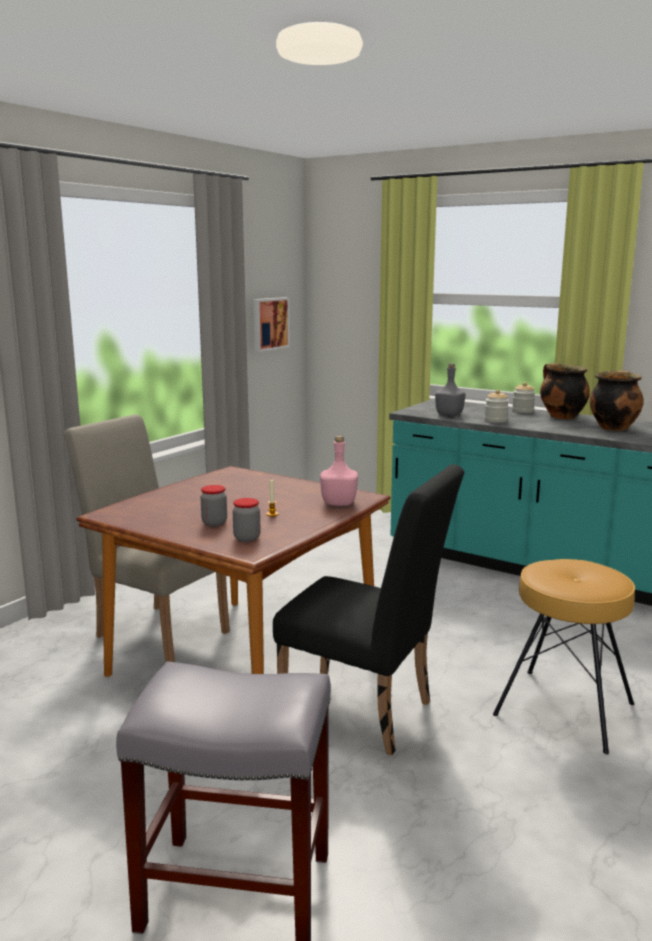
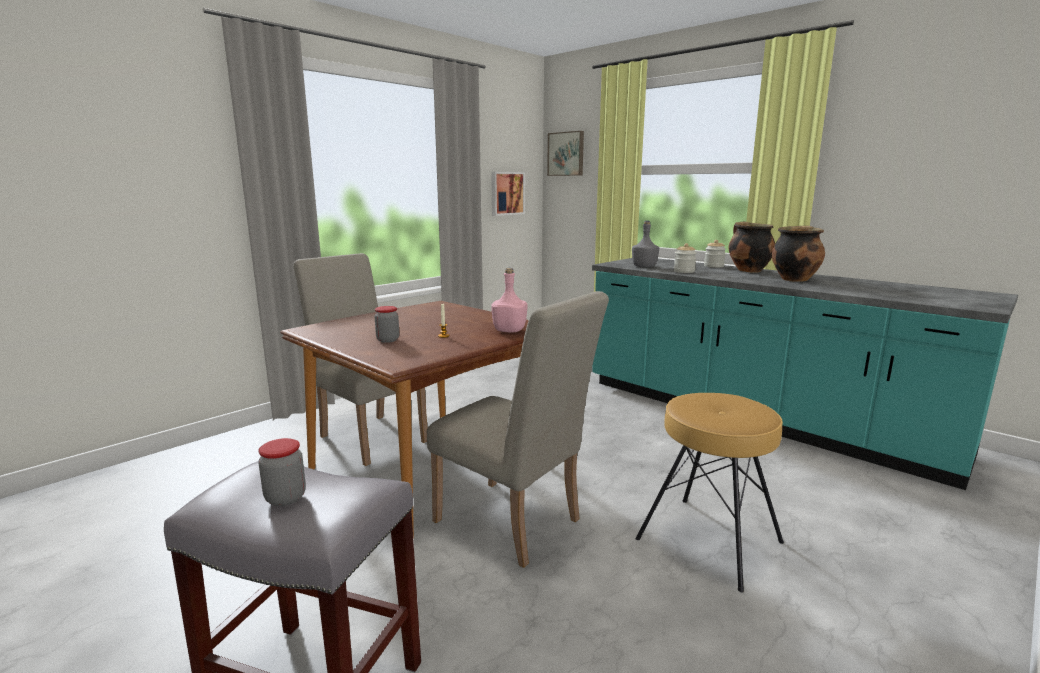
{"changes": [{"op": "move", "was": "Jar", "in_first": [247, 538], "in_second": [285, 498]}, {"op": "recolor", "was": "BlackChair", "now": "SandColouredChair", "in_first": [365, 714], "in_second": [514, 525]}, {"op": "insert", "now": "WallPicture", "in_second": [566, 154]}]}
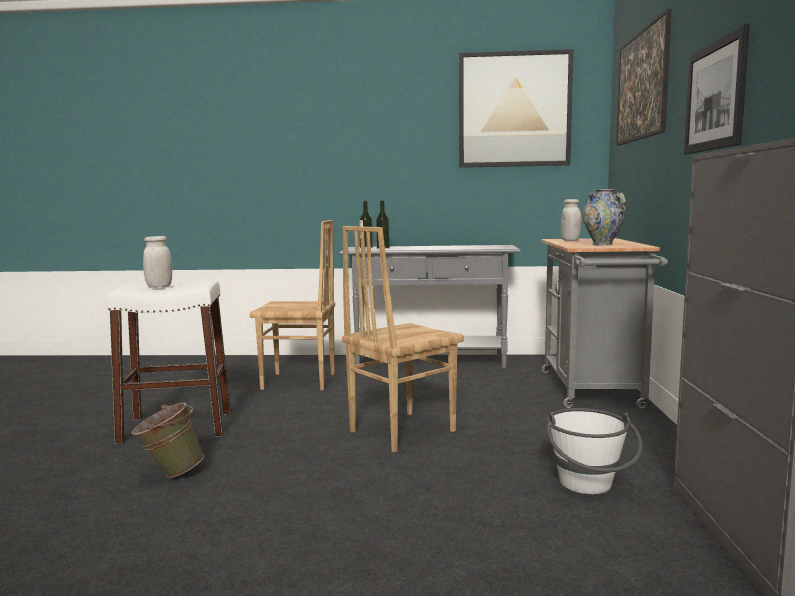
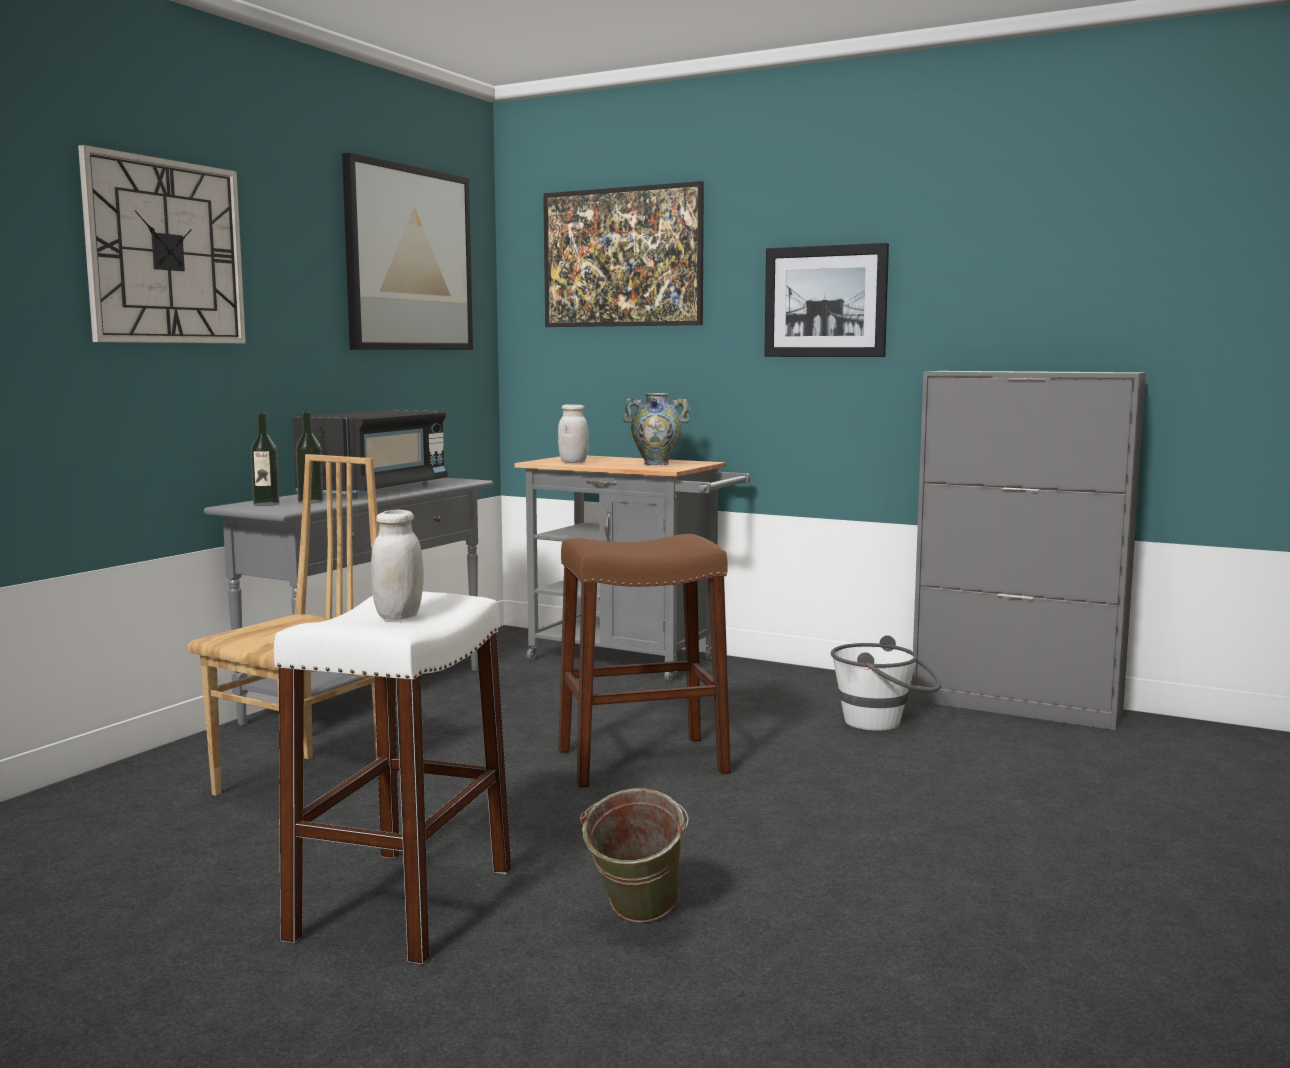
{"changes": [{"op": "insert", "now": "HangingClock", "in_second": [165, 252]}, {"op": "insert", "now": "BlackMicrowave", "in_second": [376, 490]}, {"op": "replace", "was": "BrownColouredChair", "now": "BrownColouredStool", "in_first": [400, 431], "in_second": [641, 761]}]}
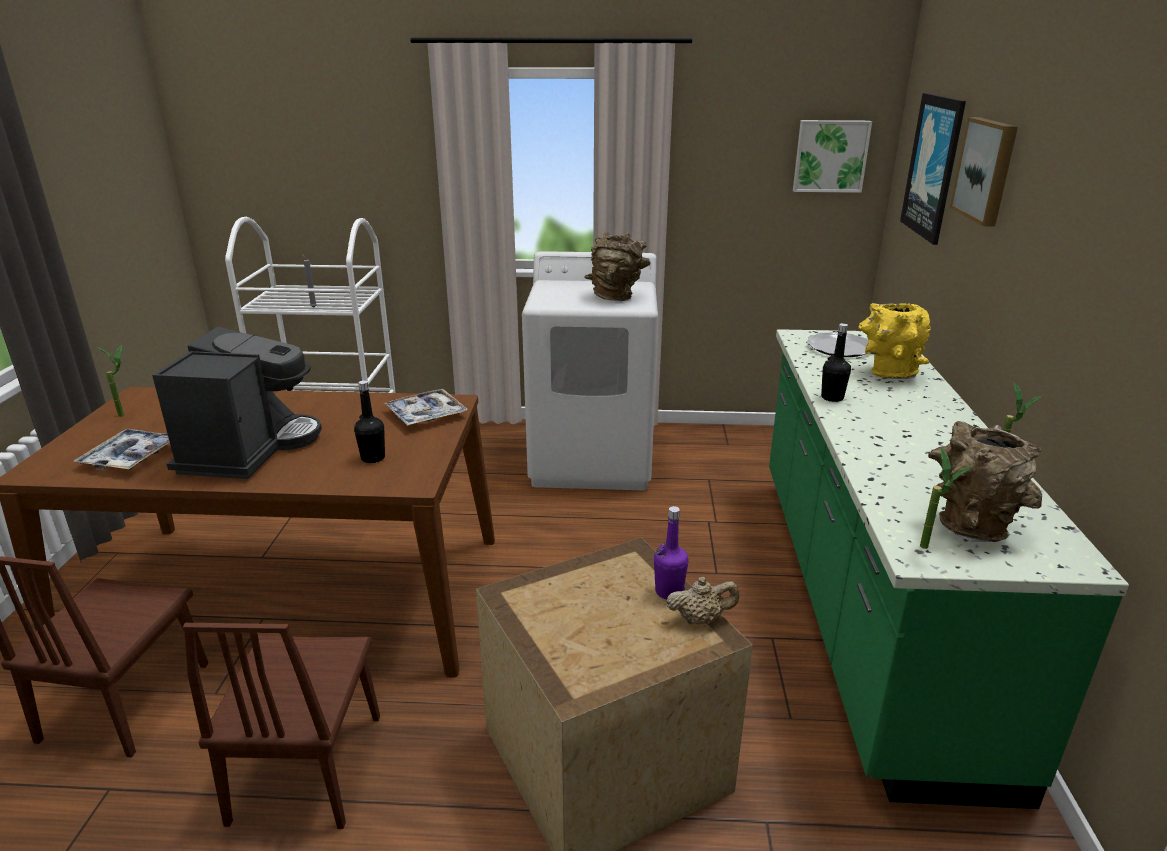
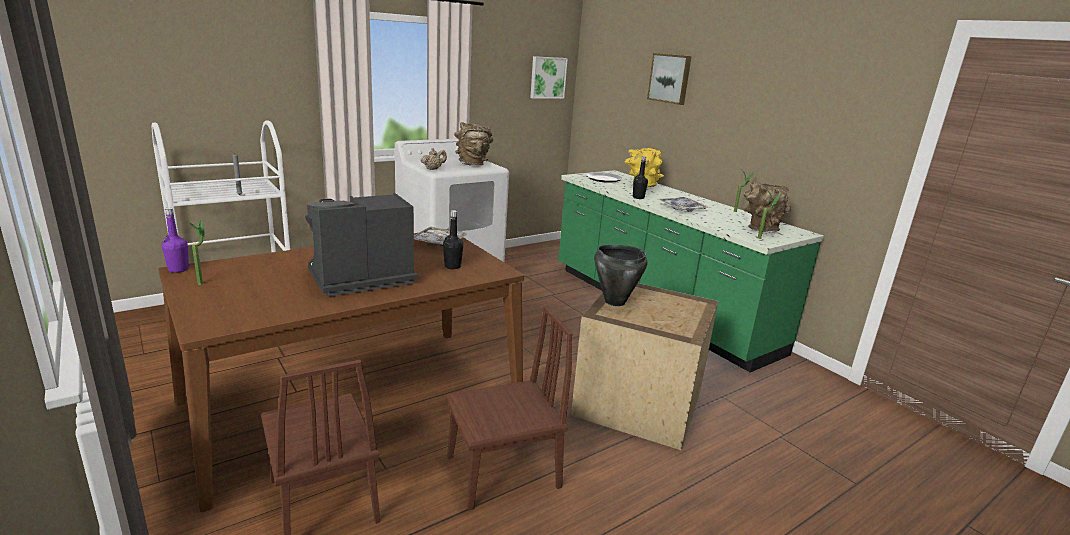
{"changes": [{"op": "move", "was": "PurpleColouredBeverageBottle", "in_first": [669, 592], "in_second": [178, 269]}, {"op": "rotate", "was": "CoffeeBrewer", "in_first": [249, 449], "in_second": [359, 279], "clockwise": -90}, {"op": "move", "was": "SandColouredPotForTea", "in_first": [700, 619], "in_second": [433, 169]}, {"op": "rotate", "was": "BrownColouredChair", "in_first": [307, 767], "in_second": [502, 472], "clockwise": -75}, {"op": "insert", "now": "BlackCookingPot", "in_second": [614, 301]}, {"op": "move", "was": "Tray", "in_first": [131, 457], "in_second": [681, 208]}, {"op": "delete", "was": "WallPicture", "in_first": [933, 167]}]}
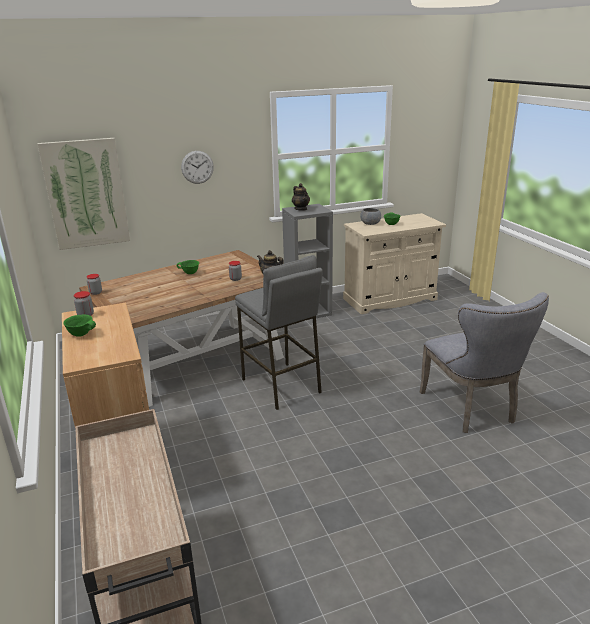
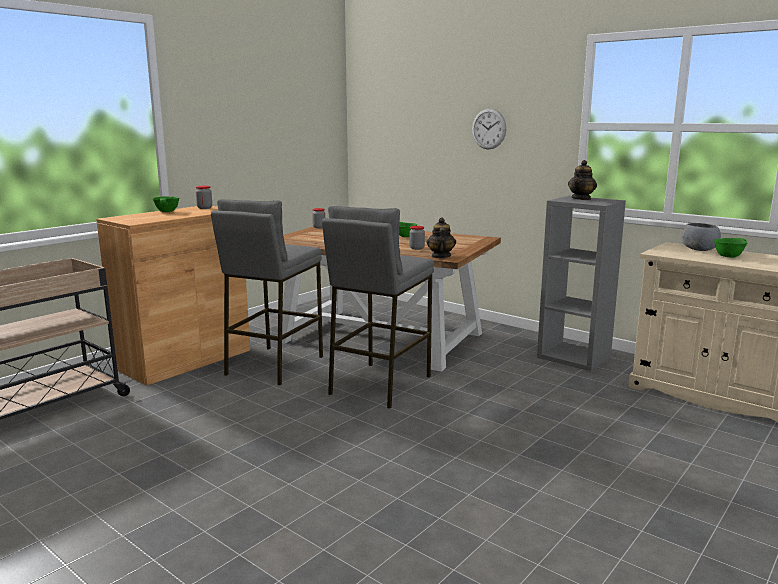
{"changes": [{"op": "insert", "now": "GreyStool", "in_second": [273, 365]}, {"op": "delete", "was": "WallPicture", "in_first": [86, 194]}, {"op": "delete", "was": "GreyChair", "in_first": [472, 409]}]}
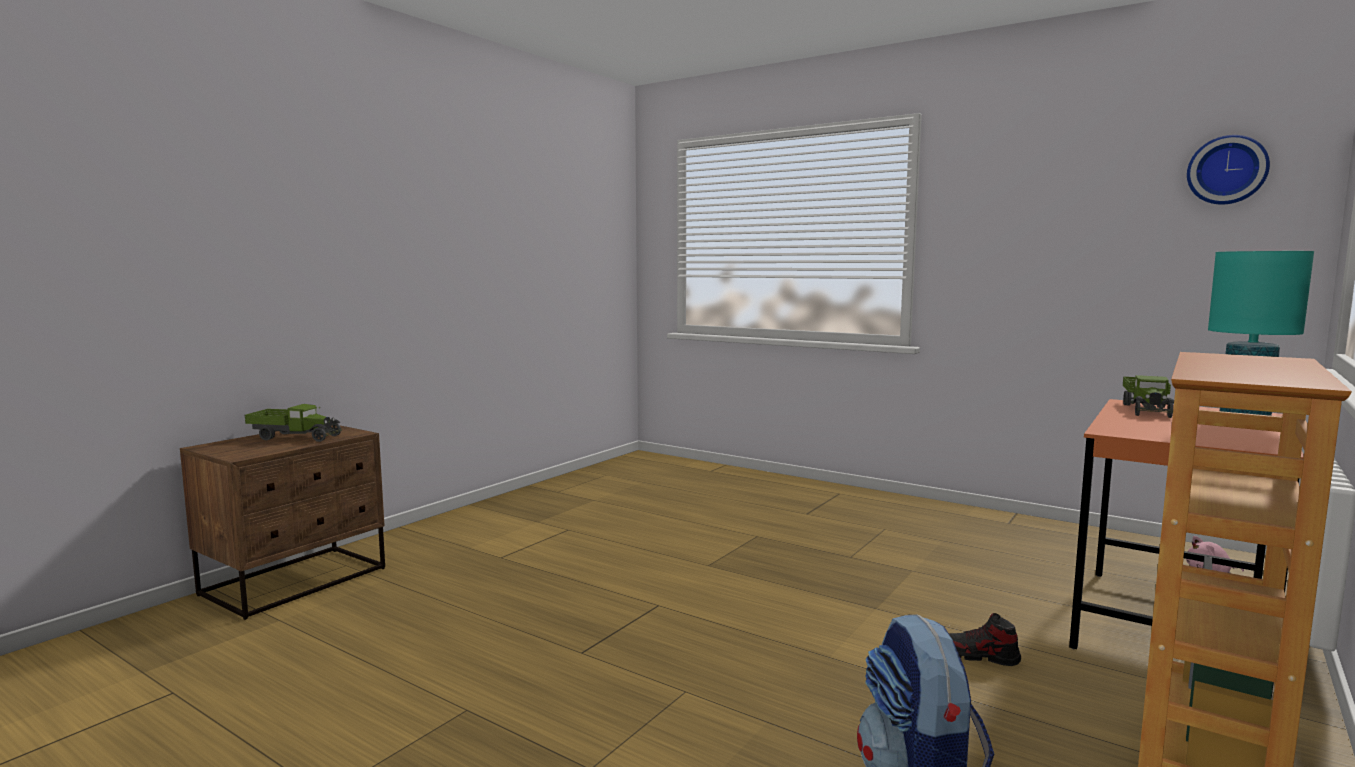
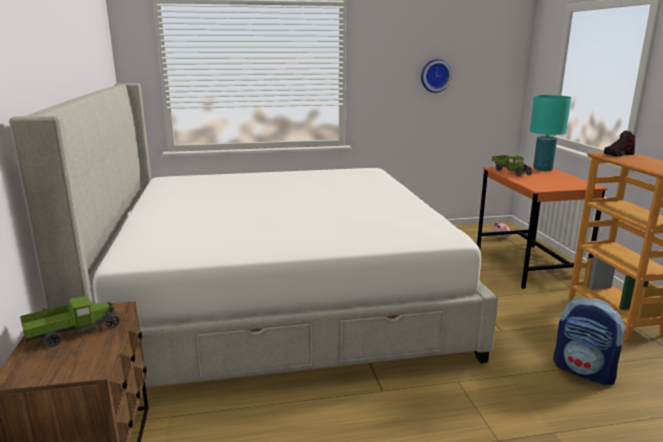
{"changes": [{"op": "insert", "now": "SleepingBed", "in_second": [277, 298]}, {"op": "move", "was": "HangingClock", "in_first": [1227, 170], "in_second": [435, 75]}, {"op": "move", "was": "Shoe", "in_first": [980, 656], "in_second": [618, 154]}]}
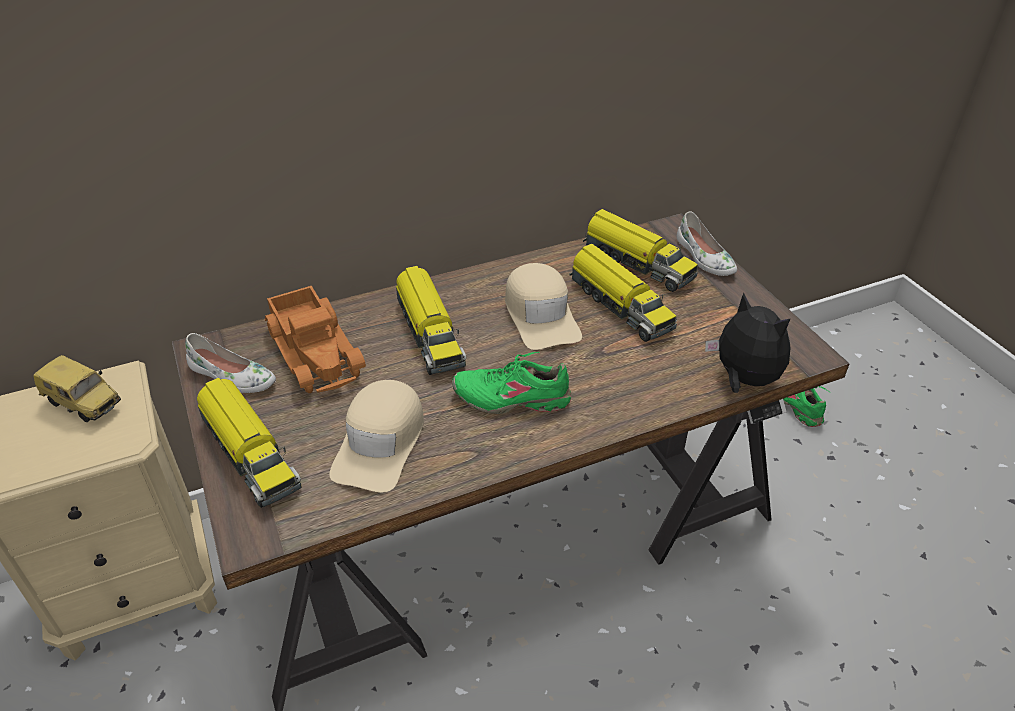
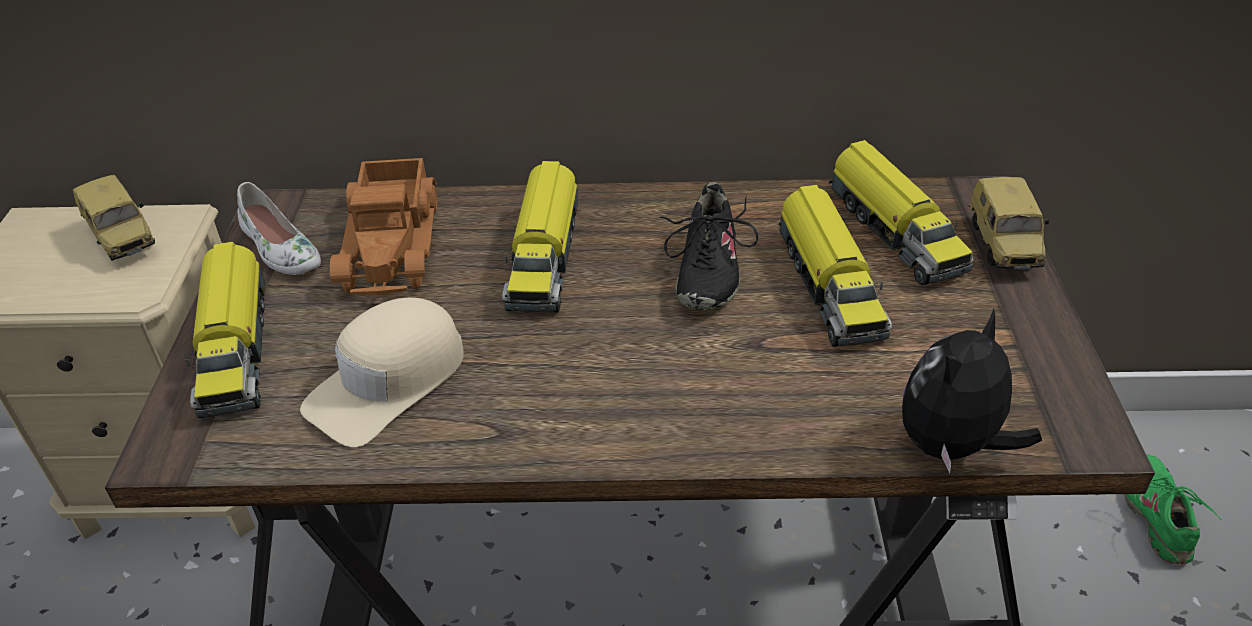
{"changes": [{"op": "replace", "was": "SandColouredPeakedCap", "now": "BlackShoe", "in_first": [541, 315], "in_second": [706, 270]}, {"op": "rotate", "was": "SoftToy", "in_first": [743, 379], "in_second": [952, 446], "clockwise": -120}, {"op": "replace", "was": "WhitishShoe", "now": "ModelCar", "in_first": [704, 257], "in_second": [1004, 247]}, {"op": "delete", "was": "GreenShoe", "in_first": [512, 398]}]}
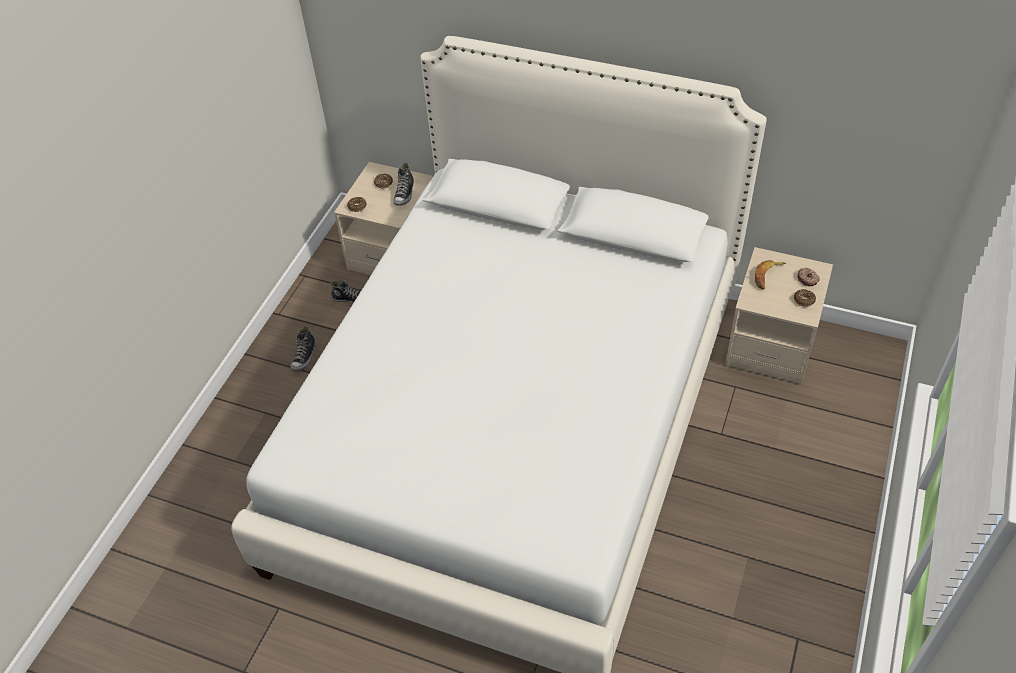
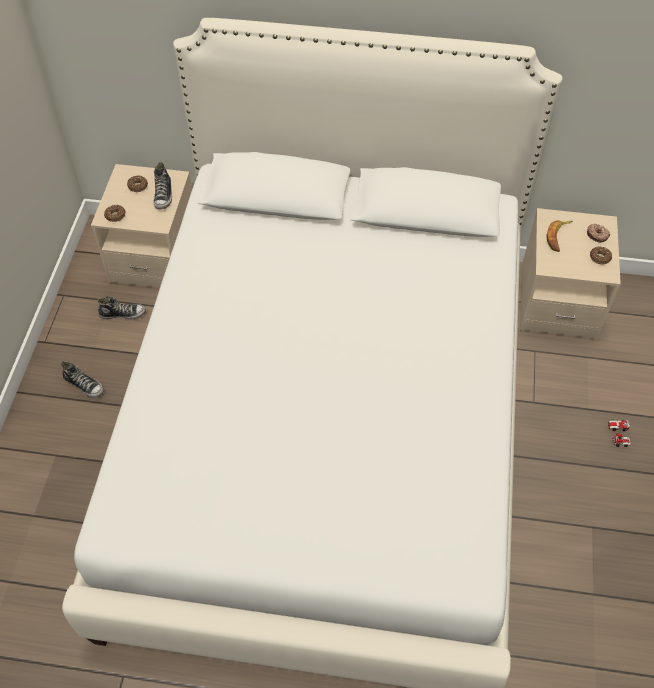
{"changes": [{"op": "rotate", "was": "Shoe", "in_first": [304, 356], "in_second": [84, 385], "clockwise": -60}, {"op": "insert", "now": "ModelCar", "in_second": [618, 434]}]}
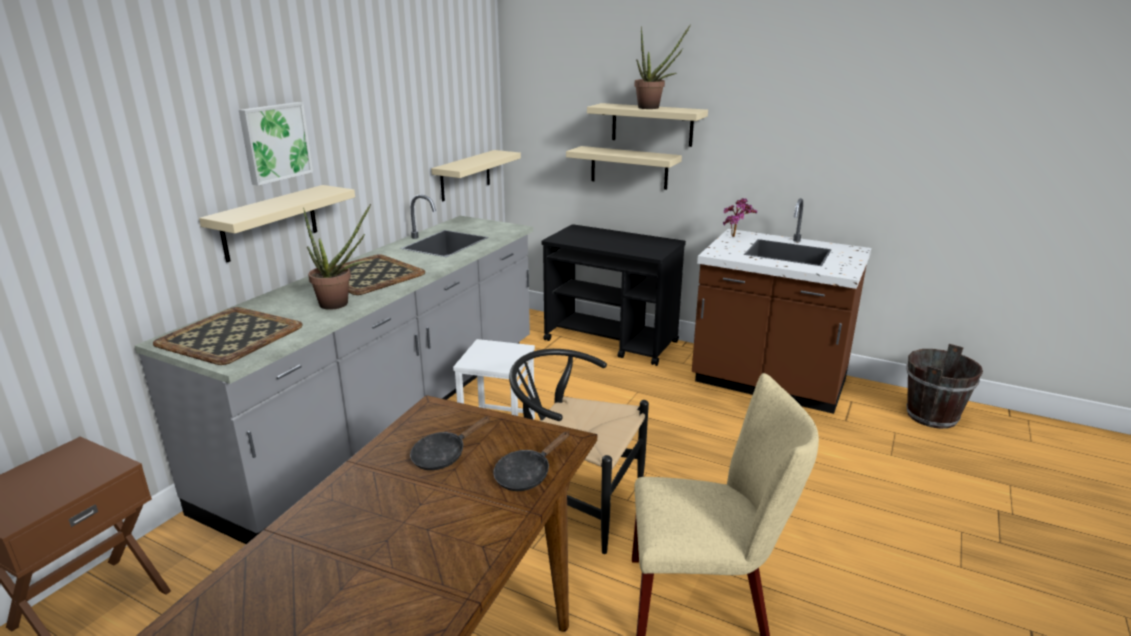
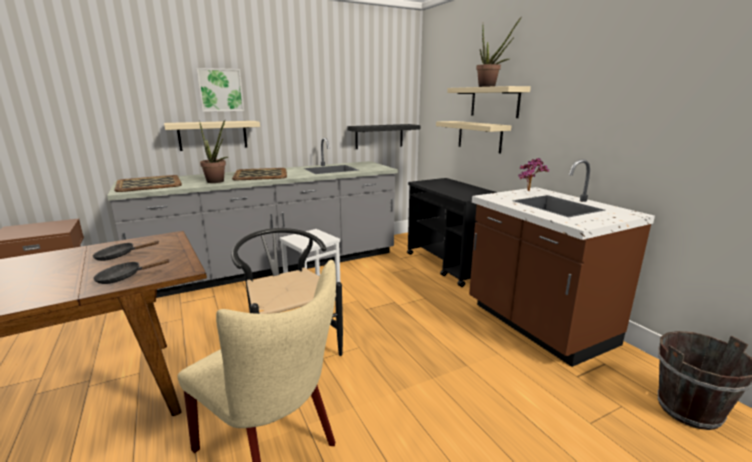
{"changes": [{"op": "recolor", "was": "SandColouredBracketShelf", "now": "BlackBracketShelf", "in_first": [465, 175], "in_second": [379, 136]}]}
